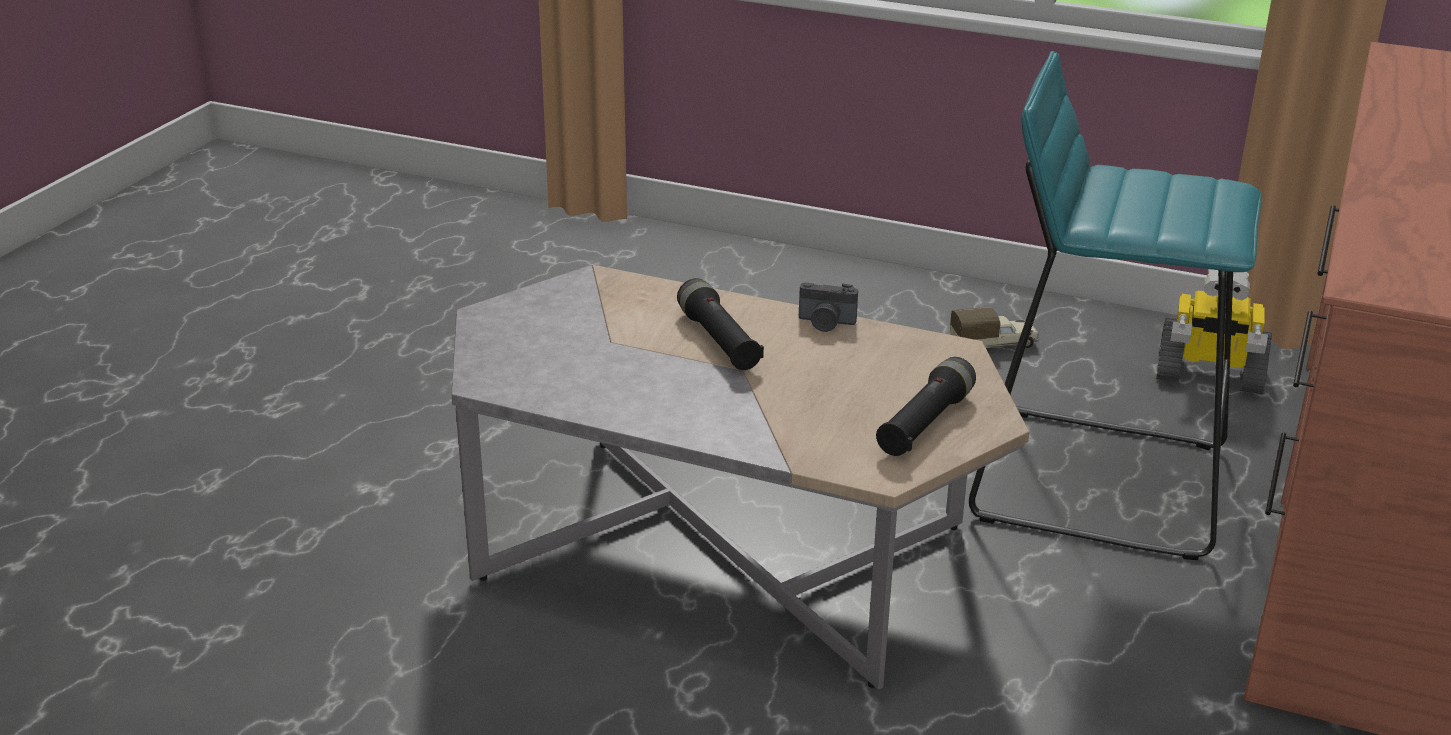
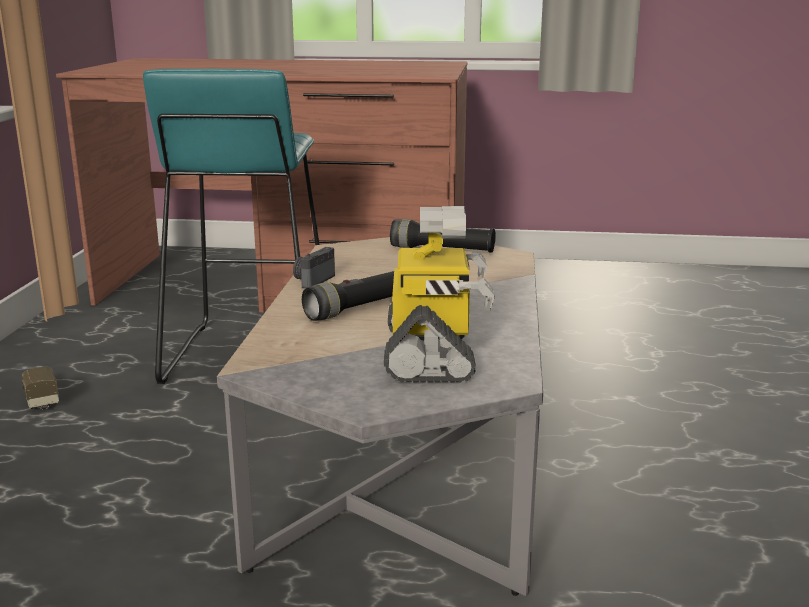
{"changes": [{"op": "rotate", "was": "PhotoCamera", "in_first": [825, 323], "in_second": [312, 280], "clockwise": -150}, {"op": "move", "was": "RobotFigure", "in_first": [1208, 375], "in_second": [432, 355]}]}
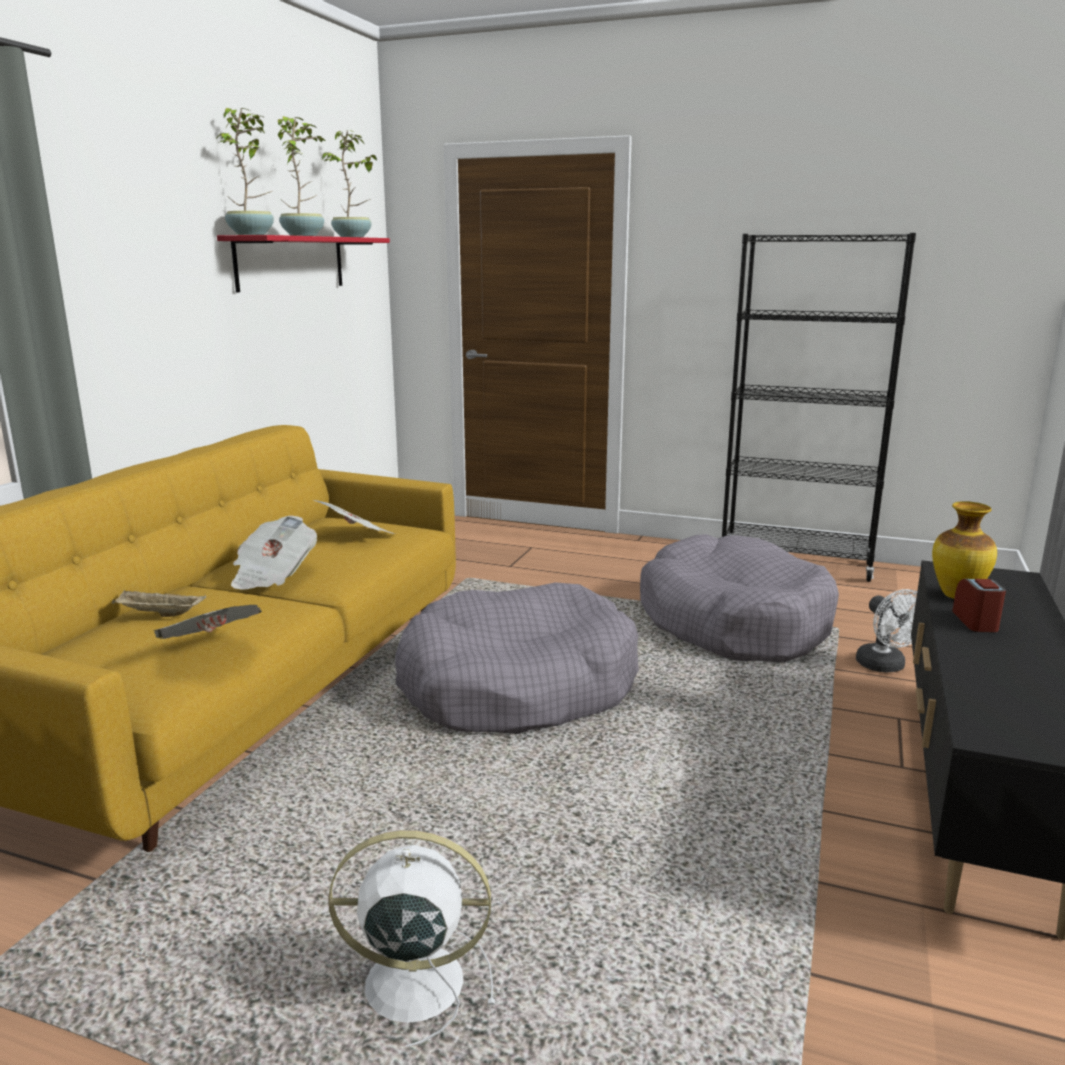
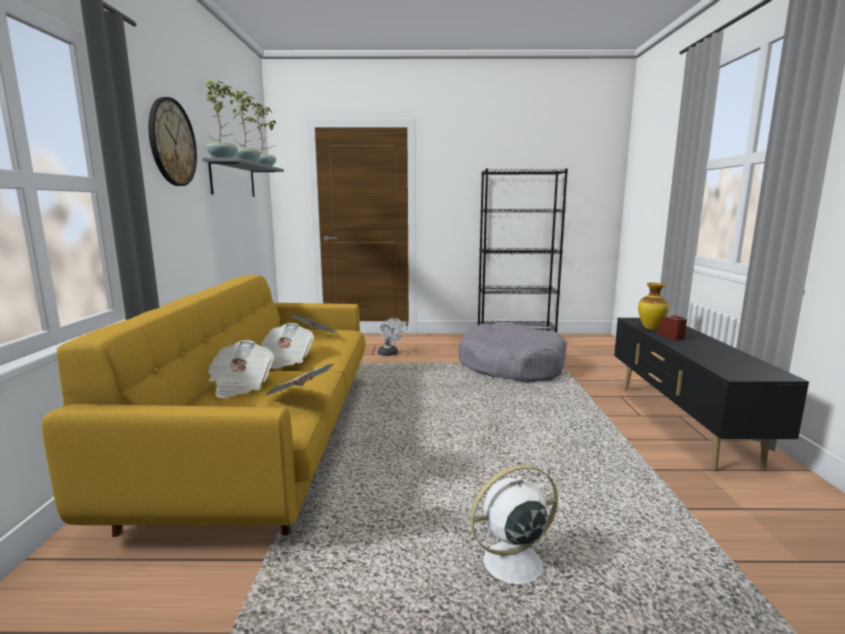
{"changes": [{"op": "insert", "now": "HangingClock", "in_second": [172, 142]}, {"op": "recolor", "was": "RedBracketShelf", "now": "GreyBracketShelf", "in_first": [291, 263], "in_second": [233, 180]}, {"op": "replace", "was": "SandColouredTray", "now": "DailyPaper", "in_first": [159, 614], "in_second": [240, 385]}, {"op": "move", "was": "WhitishFan", "in_first": [885, 667], "in_second": [389, 354]}, {"op": "delete", "was": "GreyDogCushion", "in_first": [517, 686]}]}
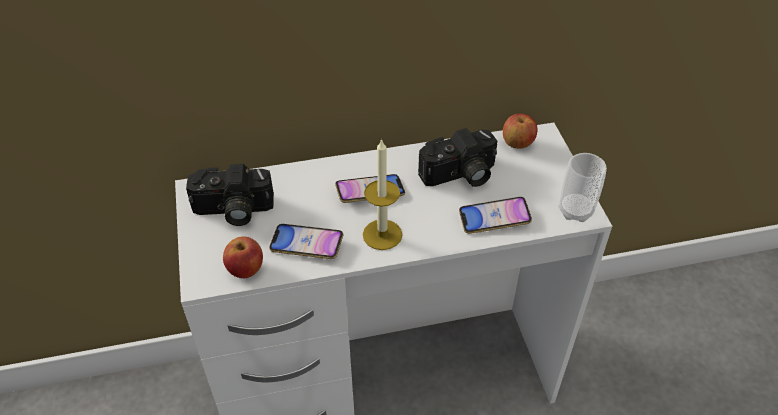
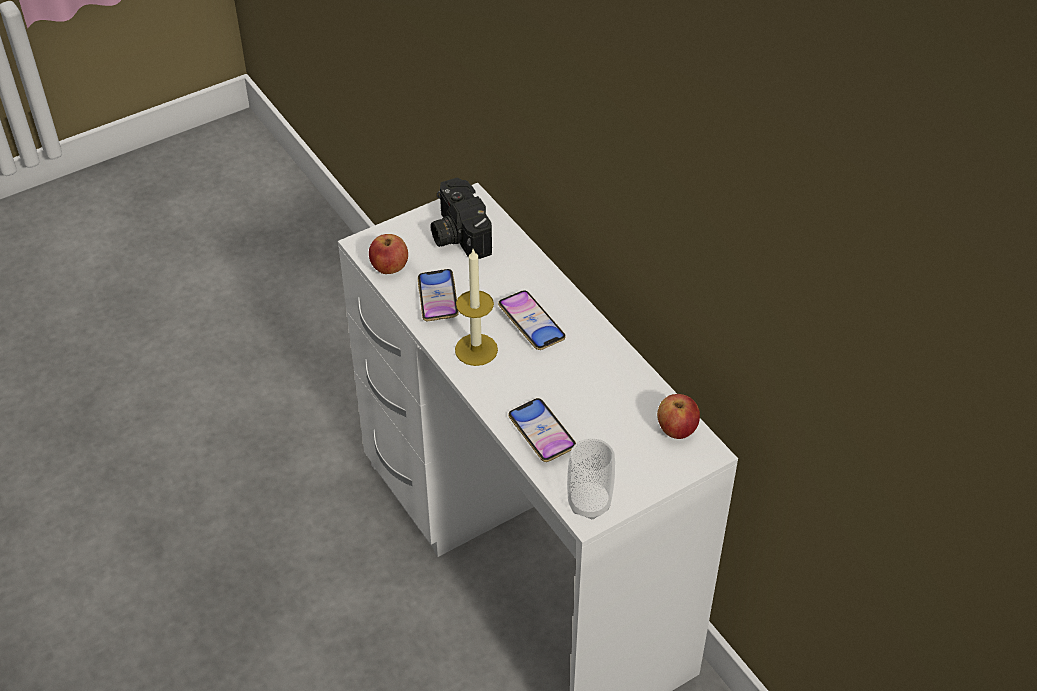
{"changes": [{"op": "delete", "was": "PhotoCamera", "in_first": [460, 175]}]}
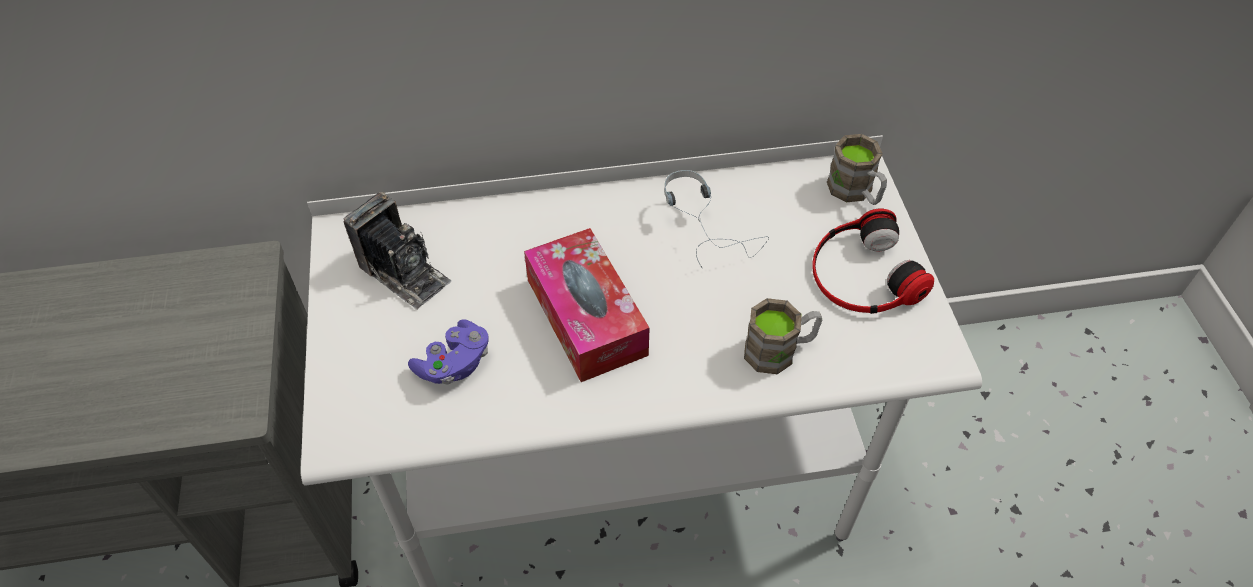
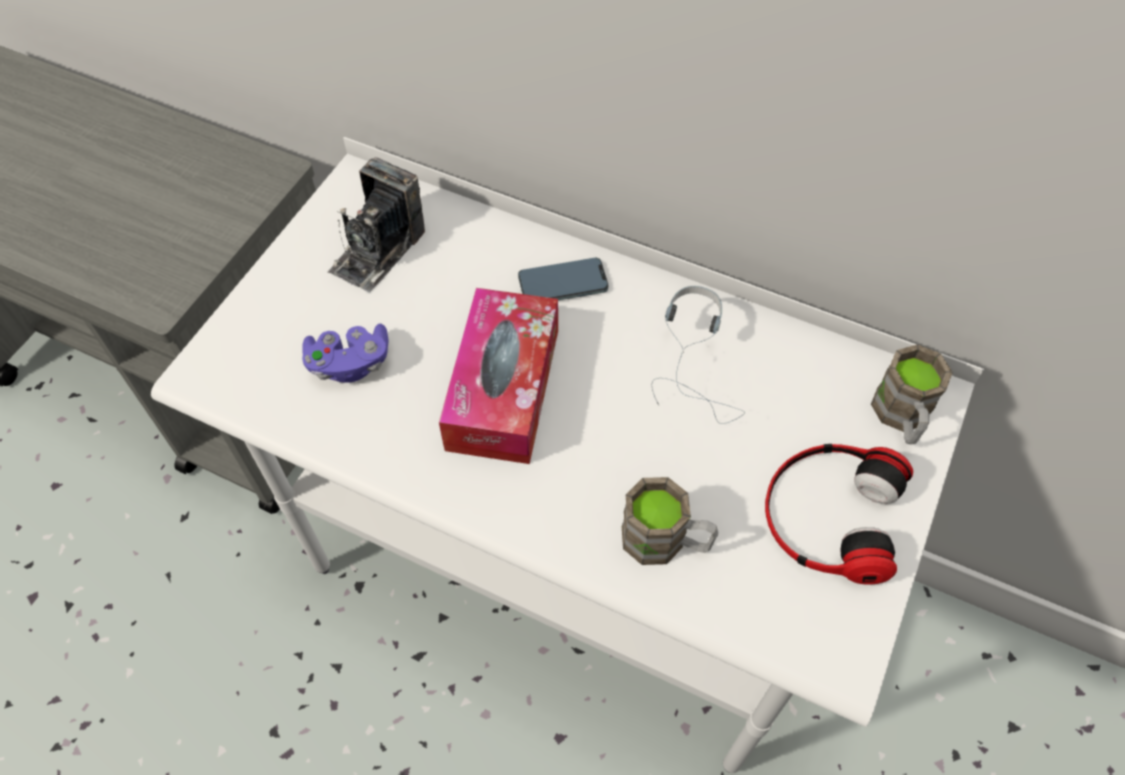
{"changes": [{"op": "rotate", "was": "PhotoCamera", "in_first": [404, 273], "in_second": [378, 250], "clockwise": 45}, {"op": "insert", "now": "Handset", "in_second": [562, 284]}]}
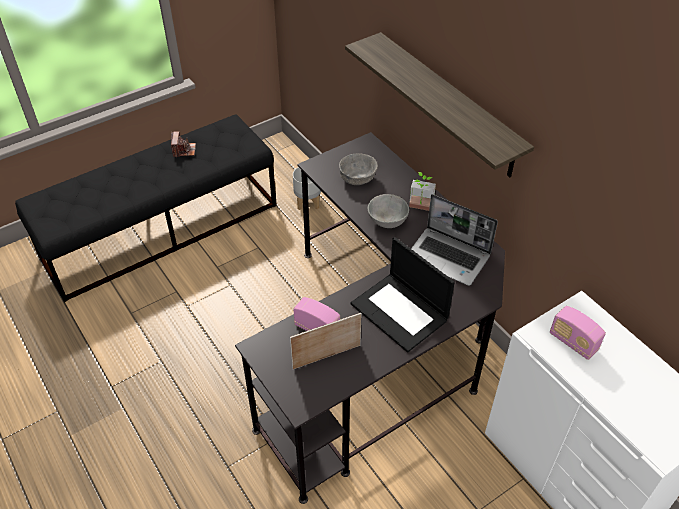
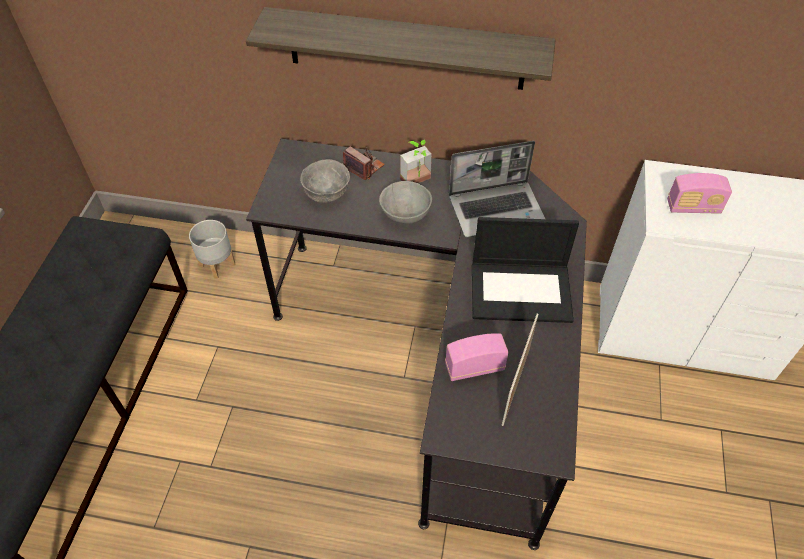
{"changes": [{"op": "move", "was": "PhotoCamera", "in_first": [184, 150], "in_second": [364, 167]}]}
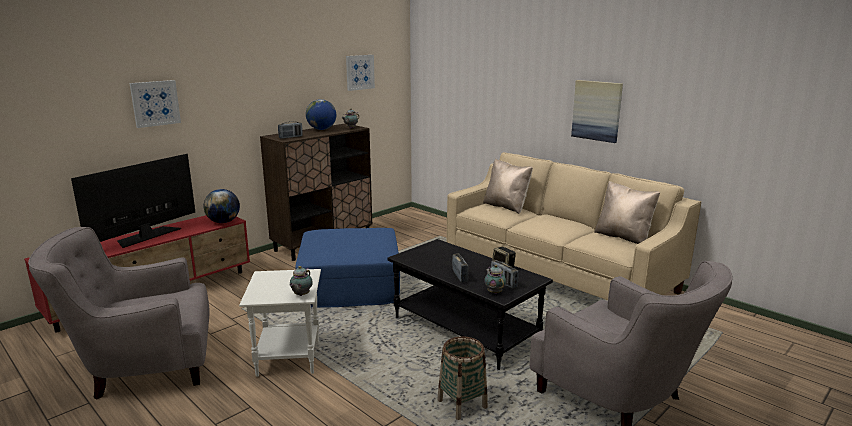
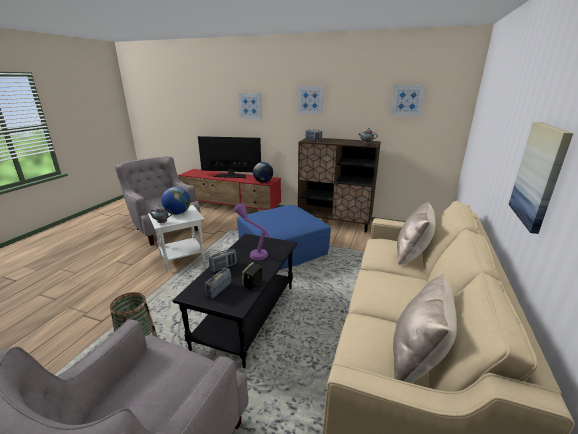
{"changes": [{"op": "move", "was": "Globe", "in_first": [322, 129], "in_second": [178, 213]}, {"op": "insert", "now": "PurpleColouredLampForATable", "in_second": [254, 251]}, {"op": "insert", "now": "WallPicture", "in_second": [310, 100]}, {"op": "delete", "was": "PotForTea", "in_first": [494, 292]}]}
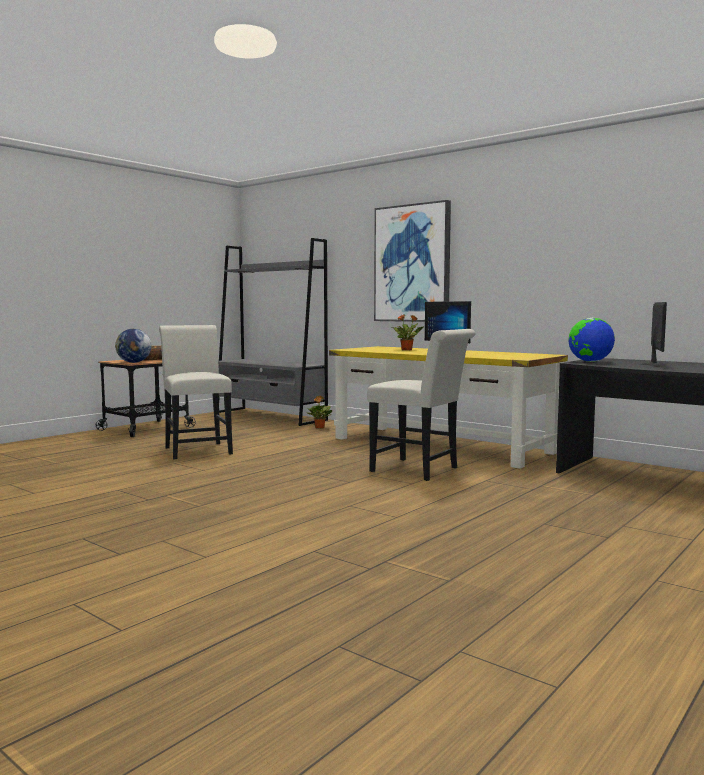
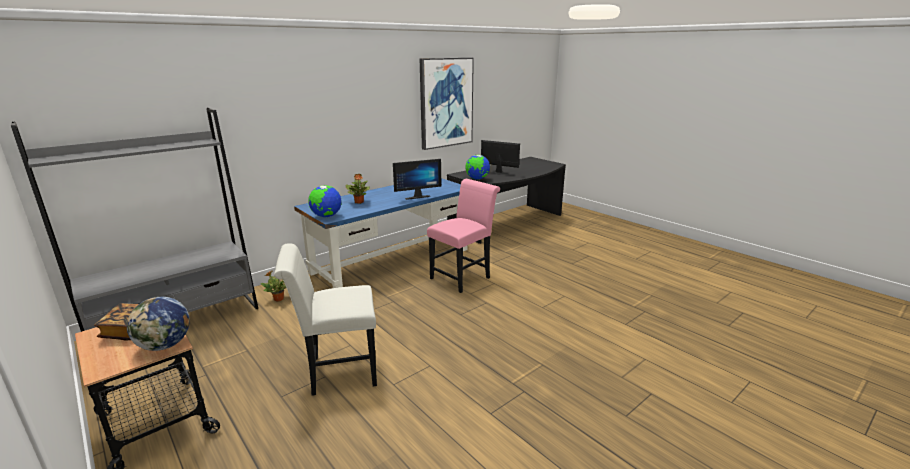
{"changes": [{"op": "recolor", "was": "YellowColouredDeskTable", "now": "BluishDeskTable", "in_first": [441, 445], "in_second": [392, 260]}, {"op": "insert", "now": "Globe", "in_second": [326, 216]}, {"op": "move", "was": "WallPicture", "in_first": [412, 263], "in_second": [446, 103]}, {"op": "recolor", "was": "WhitishChair", "now": "PinkChair", "in_first": [420, 470], "in_second": [463, 277]}]}
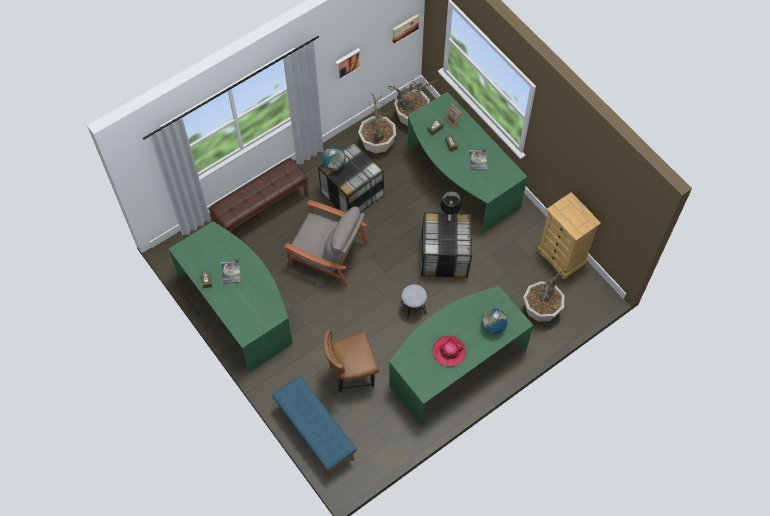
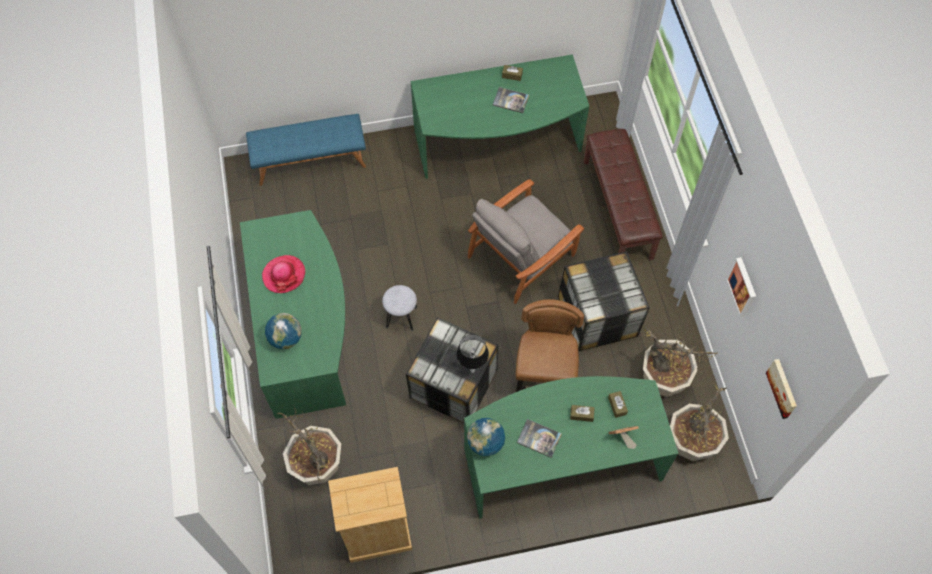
{"changes": [{"op": "move", "was": "Globe", "in_first": [334, 164], "in_second": [485, 443]}, {"op": "move", "was": "BrownColouredChair", "in_first": [351, 375], "in_second": [544, 377]}]}
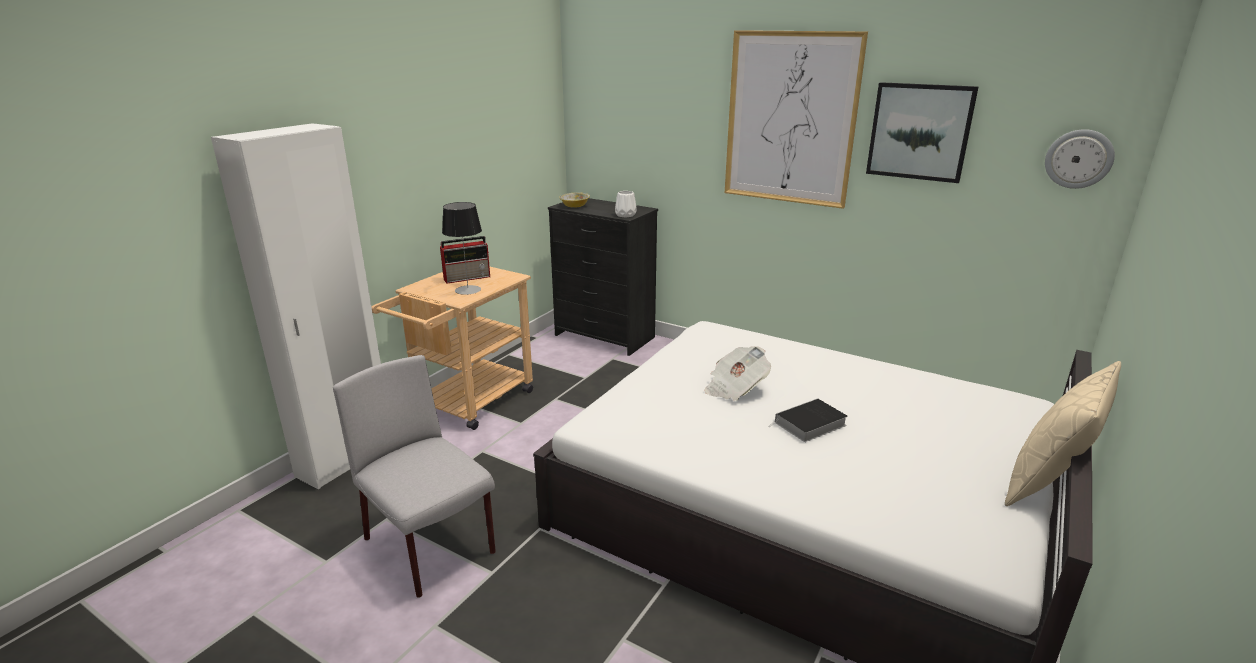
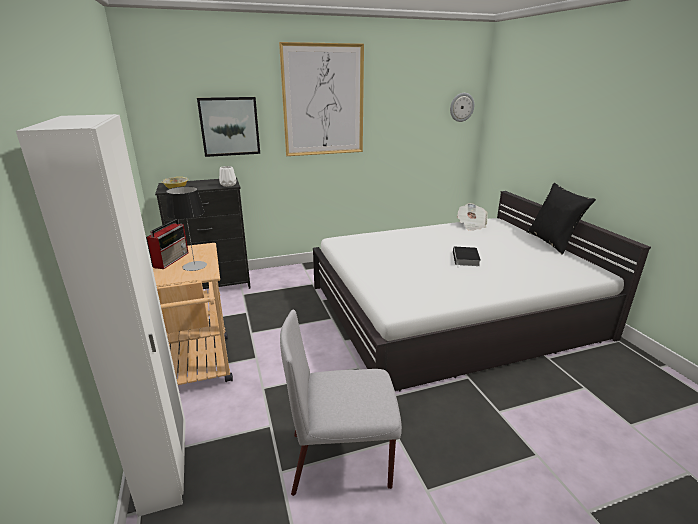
{"changes": [{"op": "move", "was": "WallPicture", "in_first": [919, 132], "in_second": [229, 126]}, {"op": "move", "was": "DailyPaper", "in_first": [735, 388], "in_second": [471, 225]}, {"op": "recolor", "was": "SandColouredCushion", "now": "BlackCushion", "in_first": [1048, 482], "in_second": [552, 242]}]}
